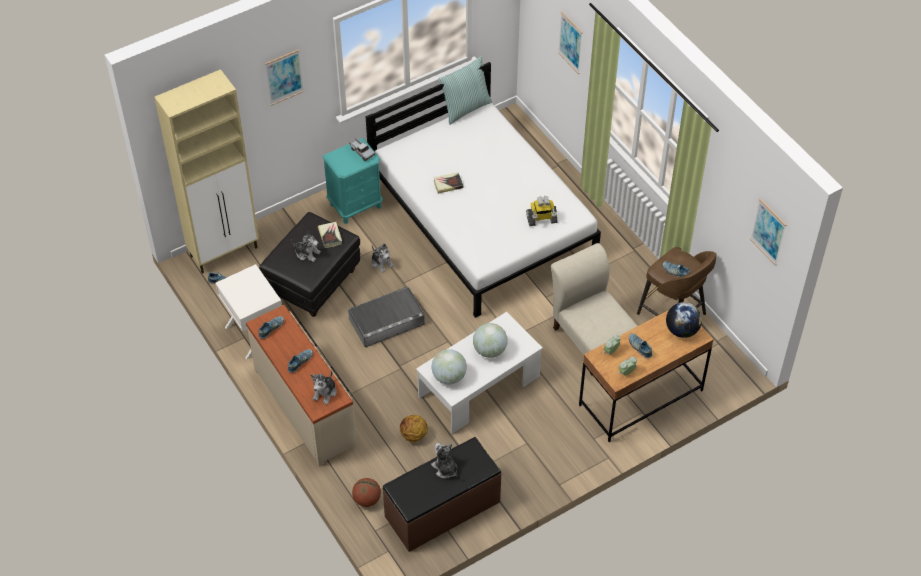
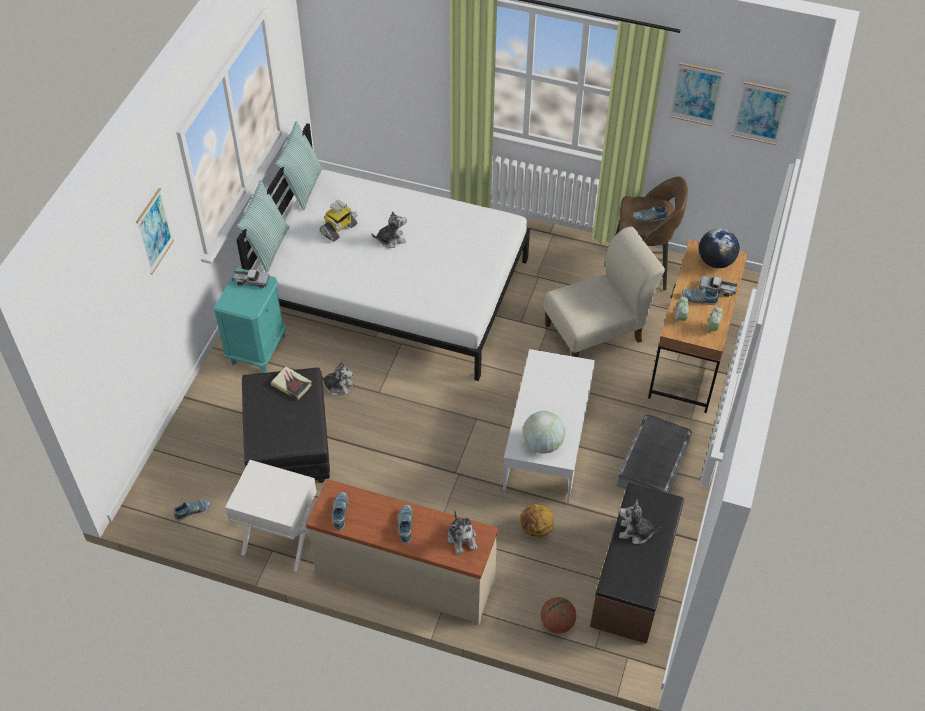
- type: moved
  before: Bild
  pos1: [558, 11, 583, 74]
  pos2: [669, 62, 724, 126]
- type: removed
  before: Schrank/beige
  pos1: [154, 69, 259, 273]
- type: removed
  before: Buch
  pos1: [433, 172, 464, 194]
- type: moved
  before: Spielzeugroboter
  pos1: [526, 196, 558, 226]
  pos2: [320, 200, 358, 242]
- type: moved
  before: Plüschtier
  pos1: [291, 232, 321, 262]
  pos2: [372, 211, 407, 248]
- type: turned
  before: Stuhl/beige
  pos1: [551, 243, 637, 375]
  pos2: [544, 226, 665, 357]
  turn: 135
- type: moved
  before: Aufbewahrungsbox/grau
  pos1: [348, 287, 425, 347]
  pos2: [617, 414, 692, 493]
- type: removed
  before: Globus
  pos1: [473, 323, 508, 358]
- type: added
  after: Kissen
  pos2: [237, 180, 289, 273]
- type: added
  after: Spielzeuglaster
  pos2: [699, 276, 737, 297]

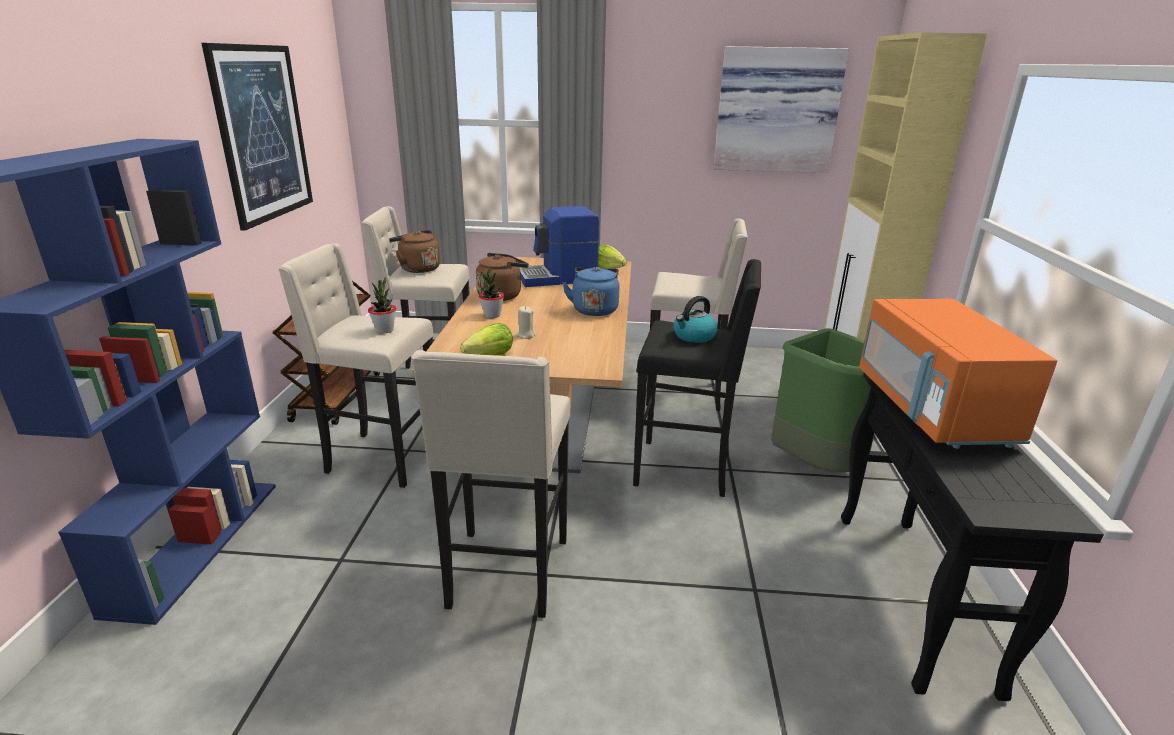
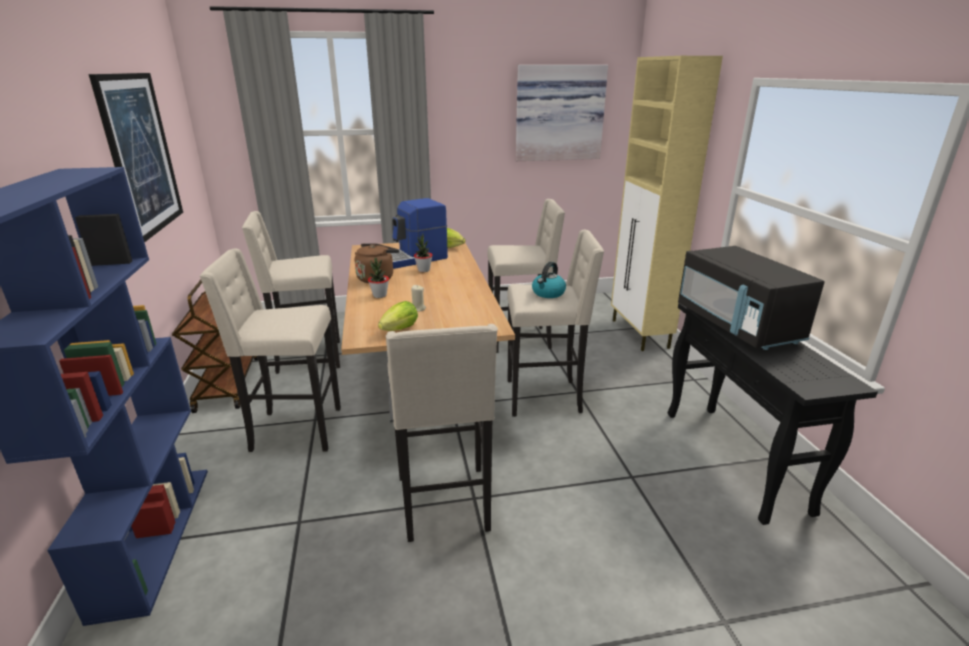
- type: removed
  before: Wasserkessel/braun
  pos1: [389, 230, 440, 273]
- type: recoloured
  before: Hocker/schwarz
  after: Hocker/beige
  pos1: [633, 259, 761, 497]
  pos2: [507, 230, 604, 417]
- type: removed
  before: Wasserkessel/blau
  pos1: [562, 267, 620, 316]
- type: moved
  before: Topfpflanze
  pos1: [368, 277, 396, 333]
  pos2: [414, 233, 433, 272]
- type: recoloured
  before: Mikrowelle/orange
  after: Mikrowelle/schwarz
  pos1: [859, 299, 1057, 449]
  pos2: [678, 246, 825, 350]
- type: removed
  before: Mülleimer/grün
  pos1: [771, 328, 875, 472]

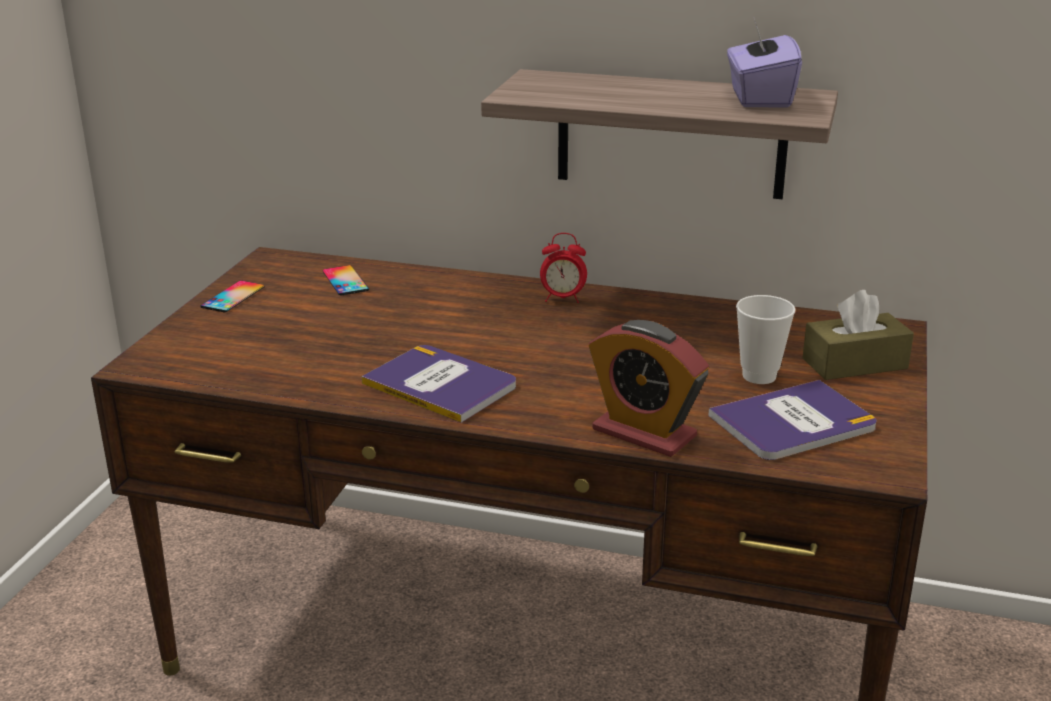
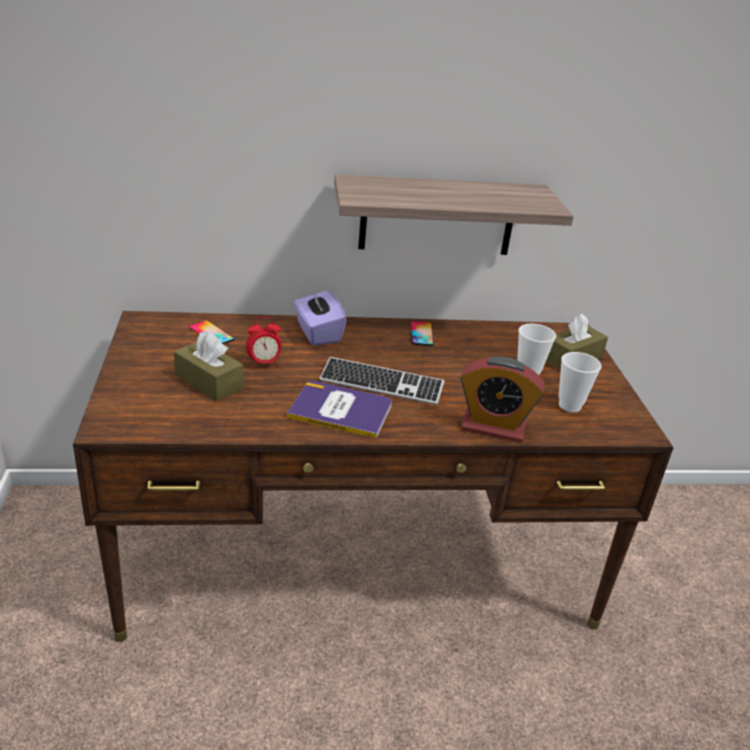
- type: moved
  before: Taschentuchbox/lila
  pos1: [727, 19, 802, 107]
  pos2: [294, 289, 347, 345]
- type: moved
  before: Wecker
  pos1: [540, 233, 587, 303]
  pos2: [246, 316, 281, 368]
- type: moved
  before: Handy
  pos1: [200, 281, 265, 312]
  pos2: [411, 321, 434, 346]
- type: replaced
  before: Buch
  after: Tasse
  pos1: [708, 380, 877, 460]
  pos2: [559, 352, 601, 412]
- type: added
  after: Taschentuchbox/braun
  pos2: [174, 332, 243, 401]
- type: added
  after: Tastatur
  pos2: [319, 357, 444, 405]

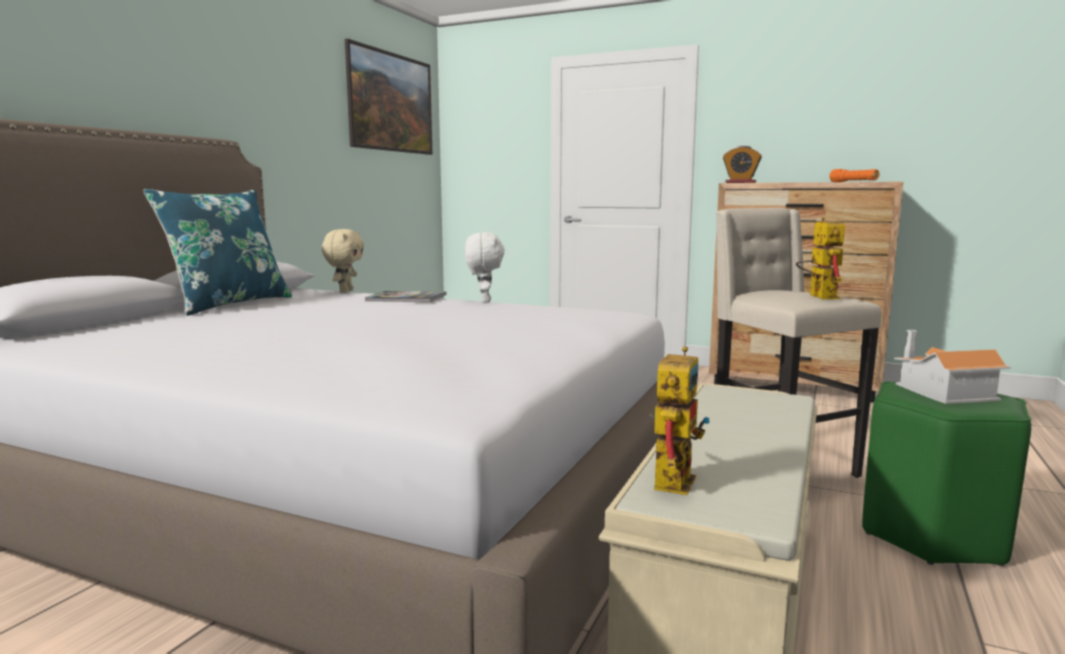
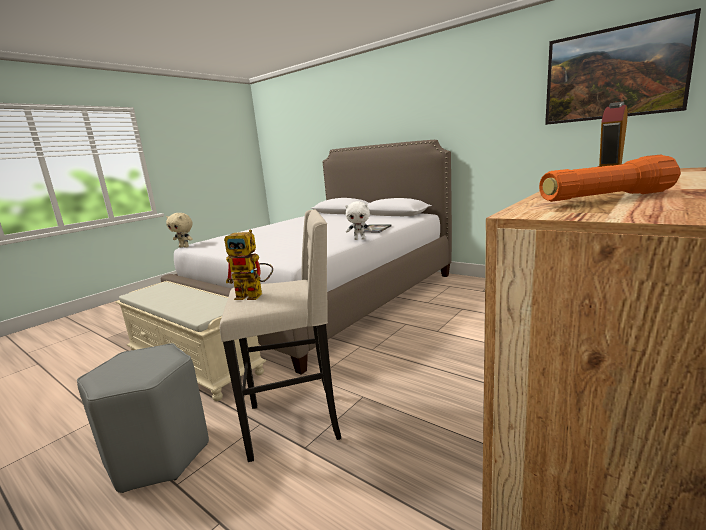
- type: removed
  before: Kissen/blau
  pos1: [143, 189, 292, 316]
- type: moved
  before: Plüschtier/beige
  pos1: [322, 229, 364, 293]
  pos2: [166, 213, 193, 248]
- type: removed
  before: Spielzeughaus
  pos1: [894, 330, 1011, 404]
- type: removed
  before: Spielzeugroboter
  pos1: [649, 346, 710, 495]
- type: recoloured
  before: Hocker/grün
  after: Hocker/grau
  pos1: [862, 382, 1031, 566]
  pos2: [77, 343, 209, 493]

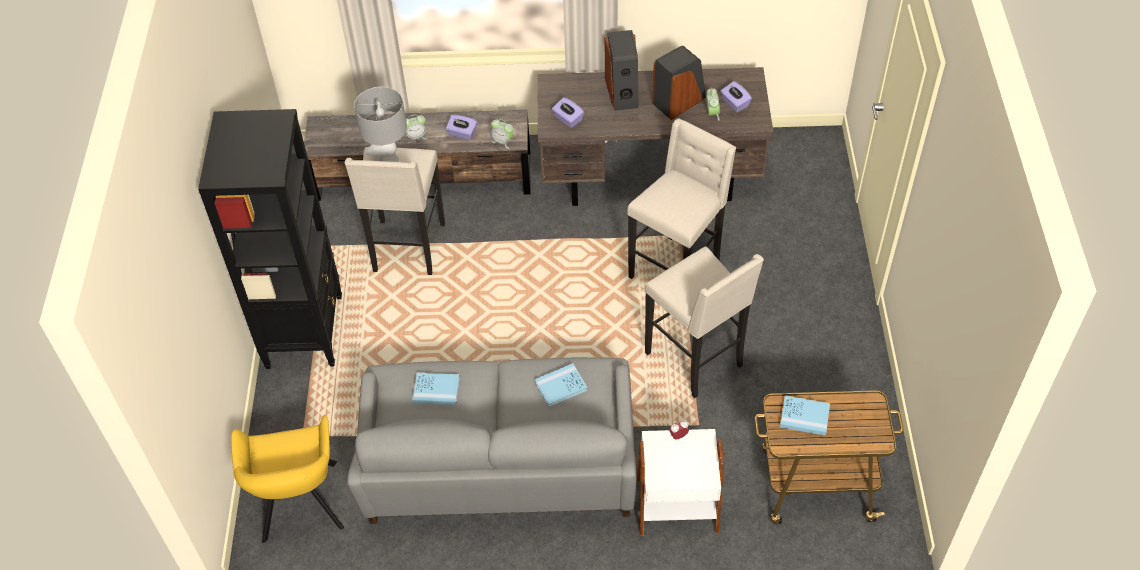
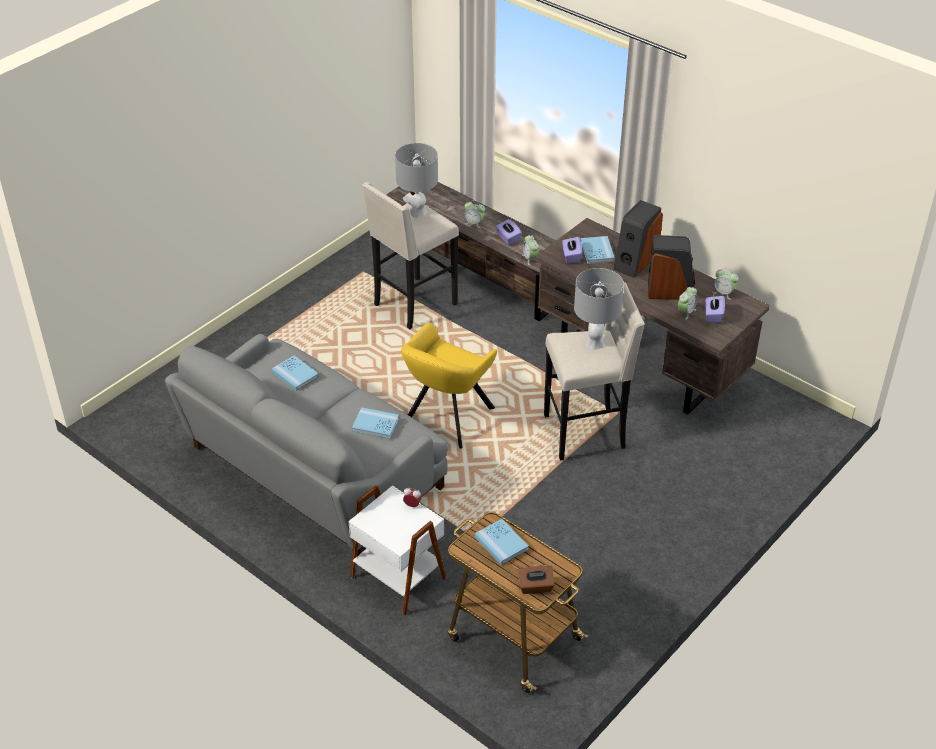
- type: removed
  before: Bücherregal/schwarz
  pos1: [198, 109, 342, 369]
- type: removed
  before: Hocker/beige
  pos1: [645, 246, 764, 398]
- type: moved
  before: Sessel/gelb
  pos1: [231, 415, 344, 543]
  pos2: [401, 323, 497, 449]
- type: added
  after: Buch/blau
  pos2: [581, 236, 615, 264]
- type: added
  after: Tischlampe/grau
  pos2: [574, 268, 624, 350]
- type: added
  after: Wecker
  pos2: [713, 268, 738, 300]
- type: added
  after: Taschentuchbox/braun
  pos2: [517, 565, 555, 594]

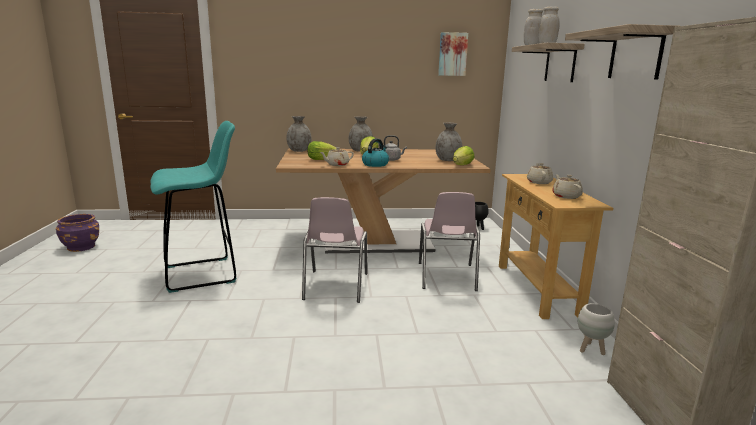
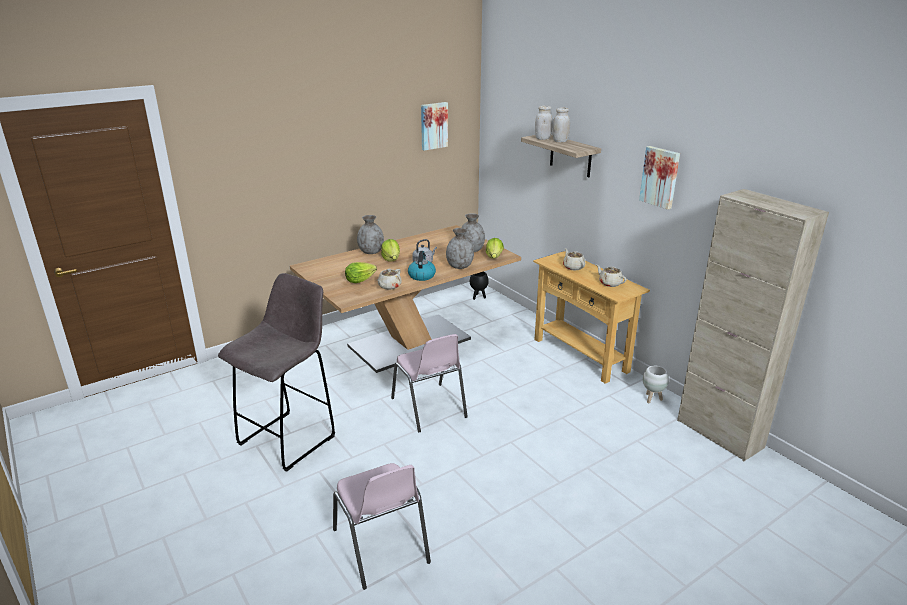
- type: replaced
  before: Wandregal
  after: Bild
  pos1: [565, 24, 679, 80]
  pos2: [639, 146, 680, 210]
- type: moved
  before: Vase/grau
  pos1: [286, 116, 312, 152]
  pos2: [446, 228, 474, 269]
- type: recoloured
  before: Hocker/türkis
  after: Hocker/grau
  pos1: [150, 121, 237, 293]
  pos2: [218, 273, 335, 472]
- type: moved
  before: Stuhl/rosa
  pos1: [419, 192, 480, 291]
  pos2: [333, 463, 431, 590]
- type: removed
  before: Pflanzkübel/lila
  pos1: [56, 214, 99, 252]

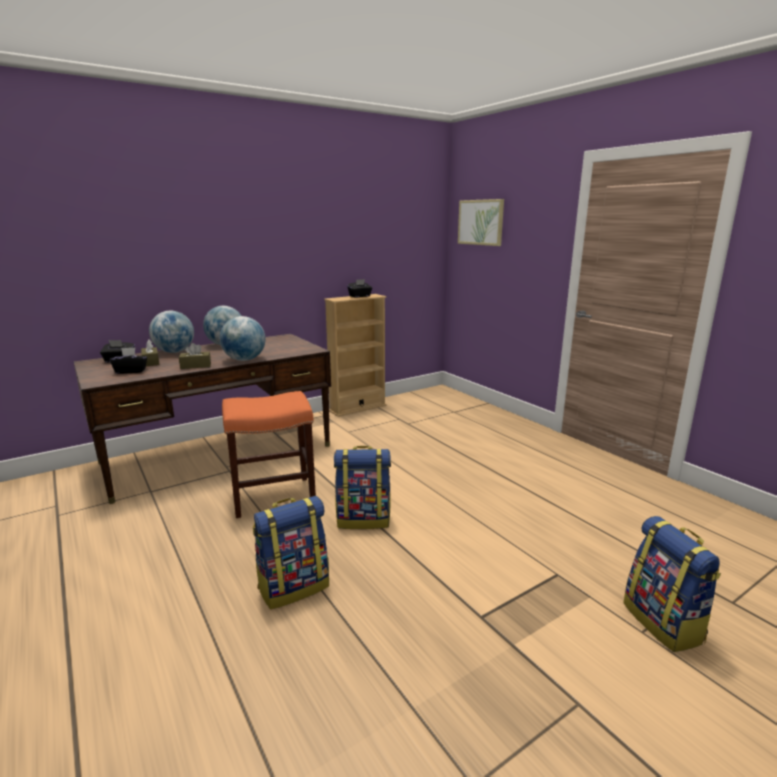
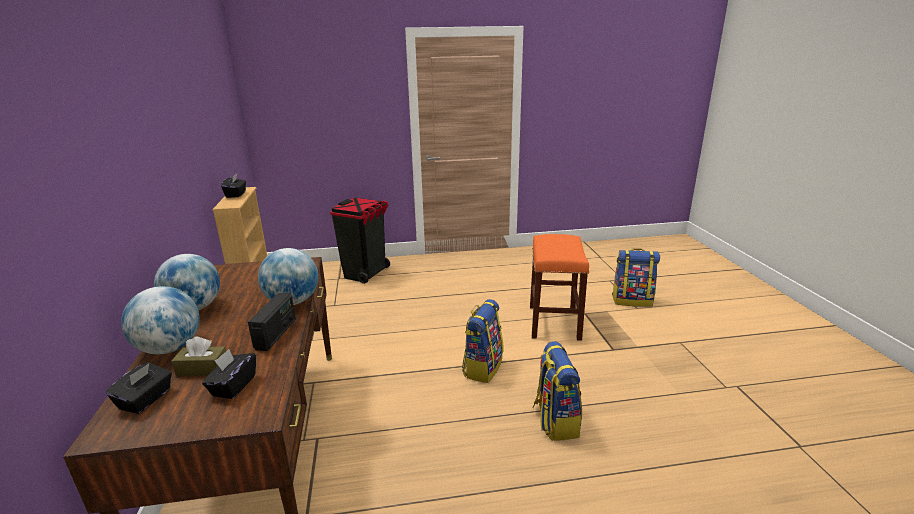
- type: removed
  before: Bild
  pos1: [458, 199, 504, 246]
- type: replaced
  before: Taschentuchbox/braun
  after: Radio
  pos1: [179, 343, 211, 369]
  pos2: [248, 293, 296, 351]
- type: moved
  before: Hocker/orange
  pos1: [222, 391, 316, 518]
  pos2: [530, 234, 589, 341]
- type: added
  after: Mülleimer/schwarz
  pos2: [330, 198, 390, 284]

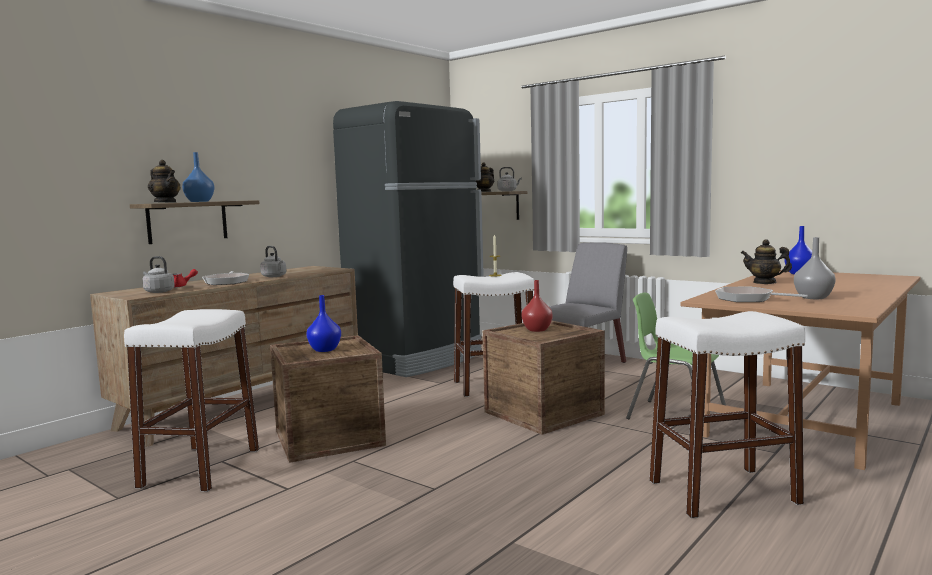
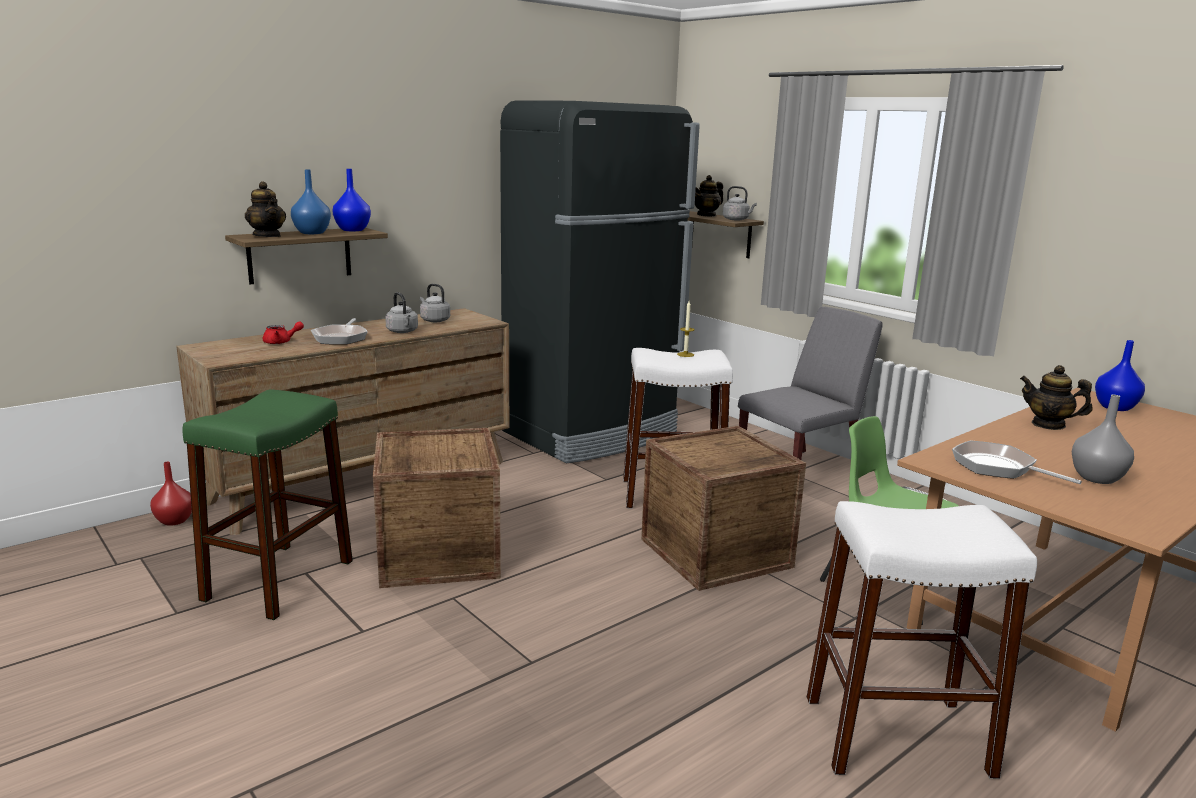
- type: moved
  before: Wasserkessel/grau
  pos1: [142, 256, 175, 293]
  pos2: [420, 284, 450, 322]
- type: moved
  before: Vase/rot
  pos1: [522, 280, 553, 332]
  pos2: [150, 462, 192, 526]
- type: moved
  before: Vase/blau
  pos1: [306, 295, 341, 352]
  pos2: [332, 169, 371, 231]
- type: recoloured
  before: Hocker/weiß
  after: Hocker/grün
  pos1: [124, 309, 259, 492]
  pos2: [182, 390, 353, 620]

